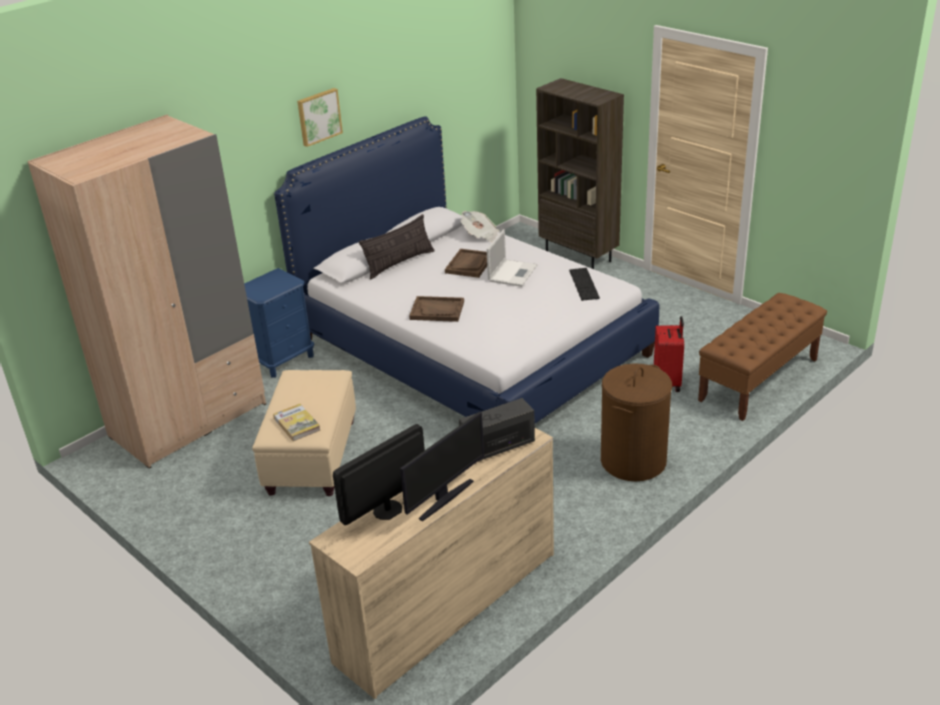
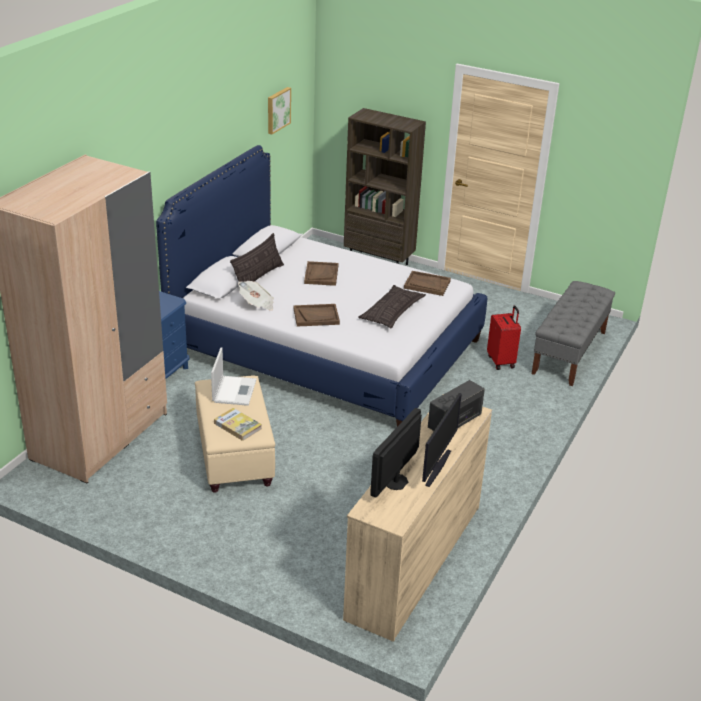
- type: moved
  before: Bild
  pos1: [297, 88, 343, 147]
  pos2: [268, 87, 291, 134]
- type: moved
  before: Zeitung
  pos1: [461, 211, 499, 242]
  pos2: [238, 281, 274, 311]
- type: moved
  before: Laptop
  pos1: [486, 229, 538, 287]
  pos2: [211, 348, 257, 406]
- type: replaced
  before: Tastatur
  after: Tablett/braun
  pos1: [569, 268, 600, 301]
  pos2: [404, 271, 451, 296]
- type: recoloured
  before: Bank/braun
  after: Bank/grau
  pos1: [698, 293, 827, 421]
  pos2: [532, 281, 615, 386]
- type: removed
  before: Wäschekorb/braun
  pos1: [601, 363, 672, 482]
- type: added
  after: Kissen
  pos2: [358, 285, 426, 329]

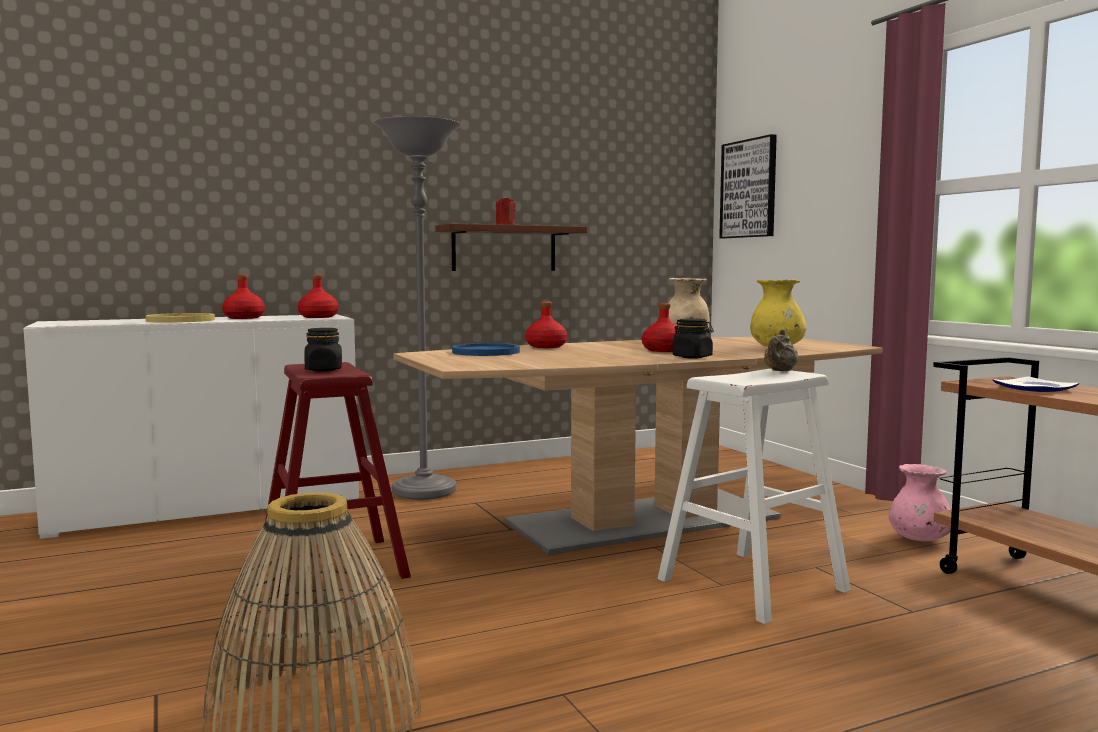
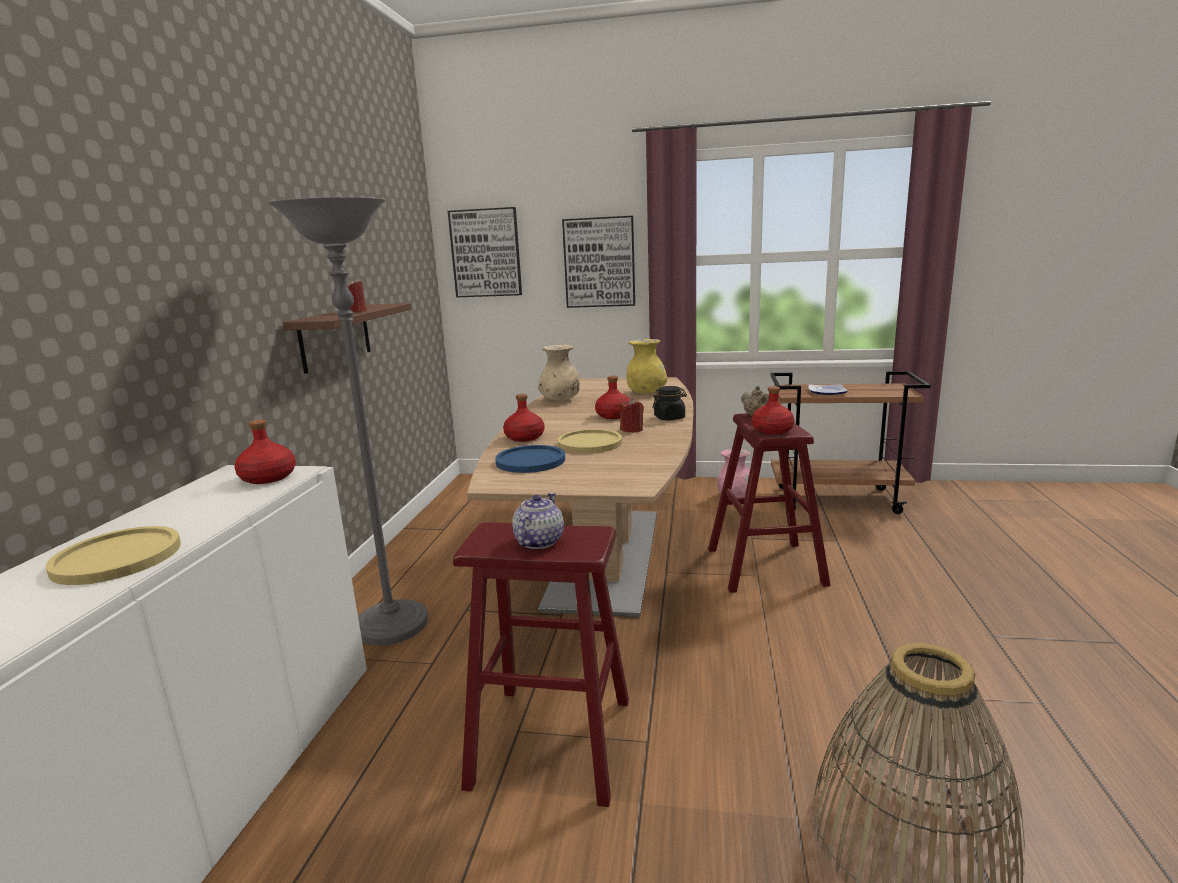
- type: moved
  before: Flasche/rot
  pos1: [222, 275, 265, 319]
  pos2: [752, 386, 795, 435]
- type: replaced
  before: Vorratsglas/schwarz
  after: Teekanne
  pos1: [304, 328, 342, 372]
  pos2: [512, 493, 564, 549]
- type: recoloured
  before: Hocker/weiß
  after: Hocker/rot
  pos1: [658, 369, 851, 624]
  pos2: [708, 413, 831, 593]
- type: added
  after: Bild
  pos2: [562, 216, 635, 308]
- type: added
  after: Kerze/rot
  pos2: [620, 398, 644, 433]
- type: added
  after: Teller/gelb
  pos2: [558, 429, 622, 453]

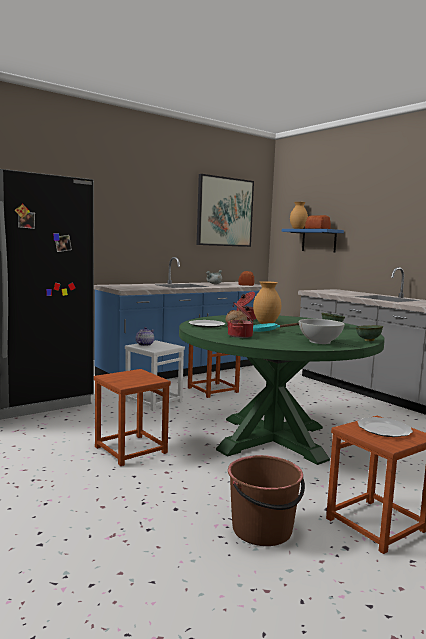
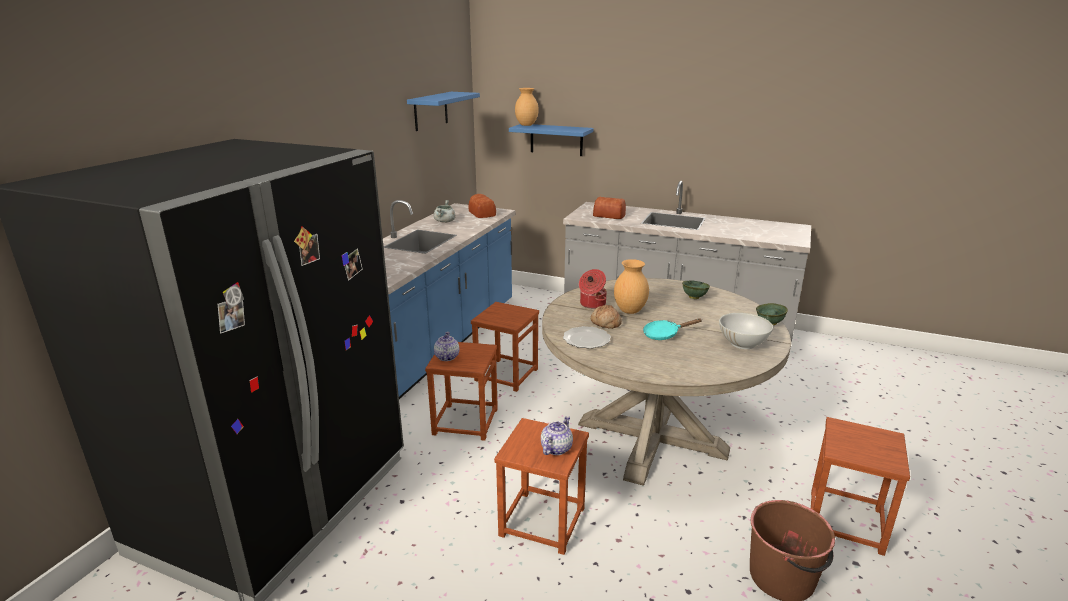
- type: replaced
  before: Bild
  after: Wandregal/blau
  pos1: [196, 174, 254, 247]
  pos2: [407, 92, 480, 131]
- type: moved
  before: Brot
  pos1: [305, 215, 331, 229]
  pos2: [593, 197, 626, 219]
- type: removed
  before: Kochtopf
  pos1: [227, 303, 254, 338]
- type: recoloured
  before: Esstisch/grün
  after: Esstisch/beige
  pos1: [179, 315, 385, 465]
  pos2: [542, 278, 791, 486]
- type: recoloured
  before: Hocker/weiß
  after: Hocker/braun
  pos1: [125, 340, 185, 411]
  pos2: [425, 342, 498, 441]
- type: removed
  before: Teller
  pos1: [358, 417, 413, 437]
- type: added
  after: Teekanne
  pos2: [541, 416, 573, 455]

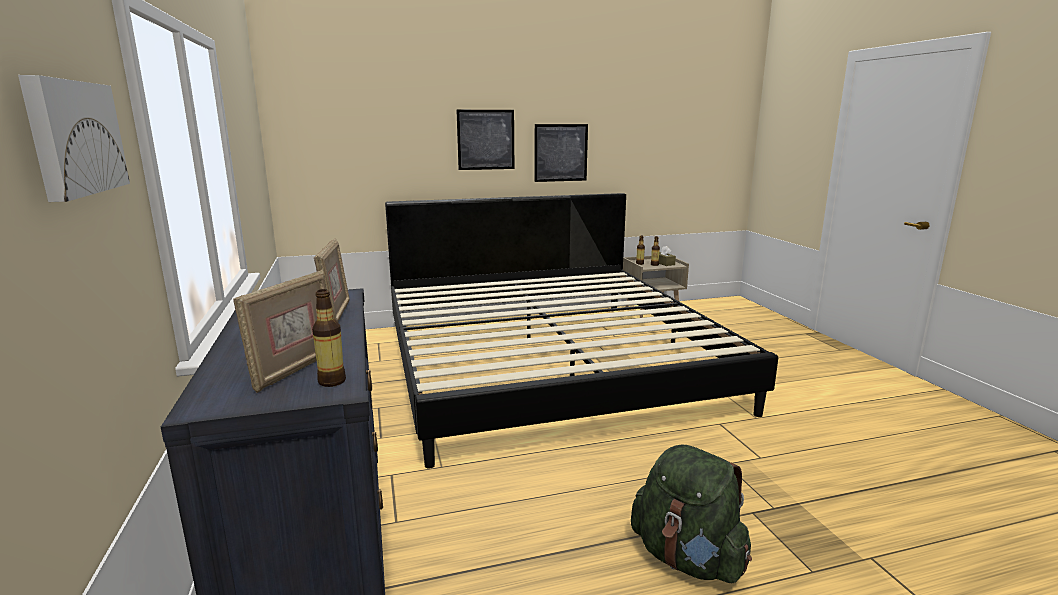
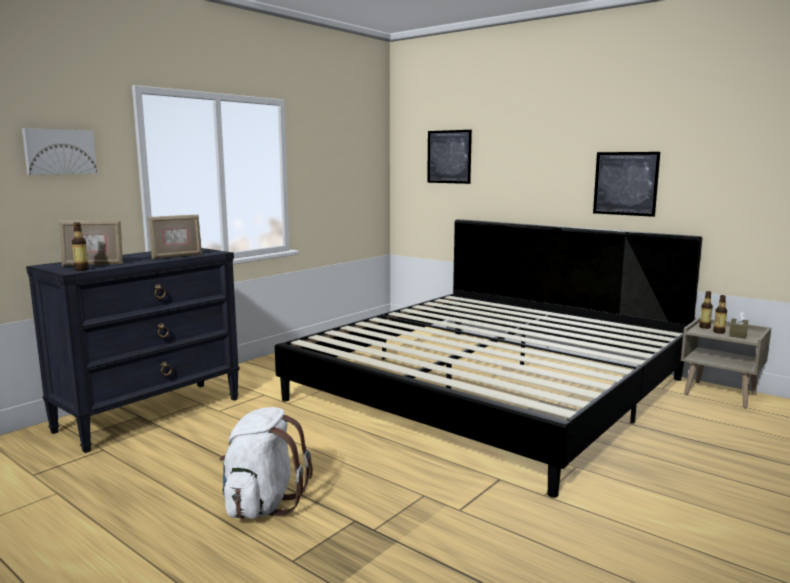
- type: moved
  before: Bild
  pos1: [457, 110, 514, 170]
  pos2: [427, 130, 472, 184]
- type: recoloured
  before: Rucksack/grün
  after: Rucksack/weiß
  pos1: [631, 444, 752, 583]
  pos2: [220, 407, 313, 519]

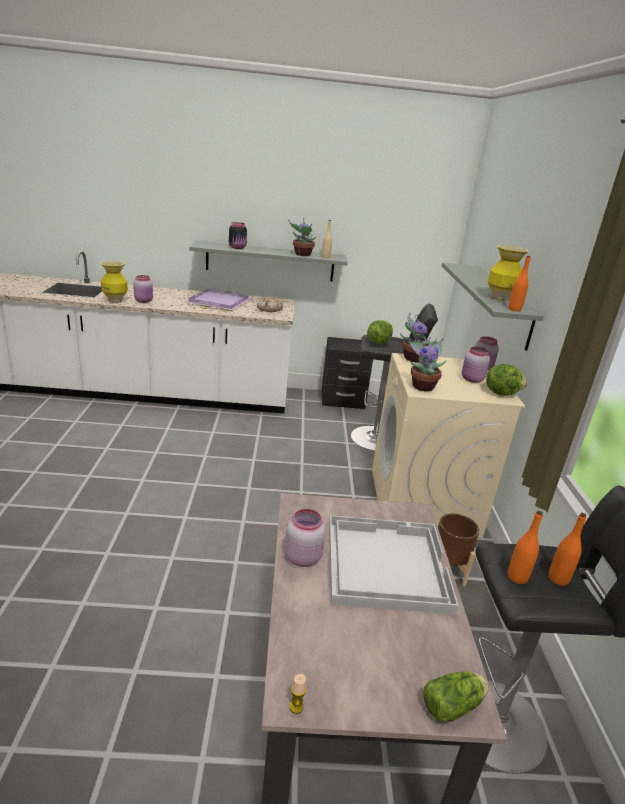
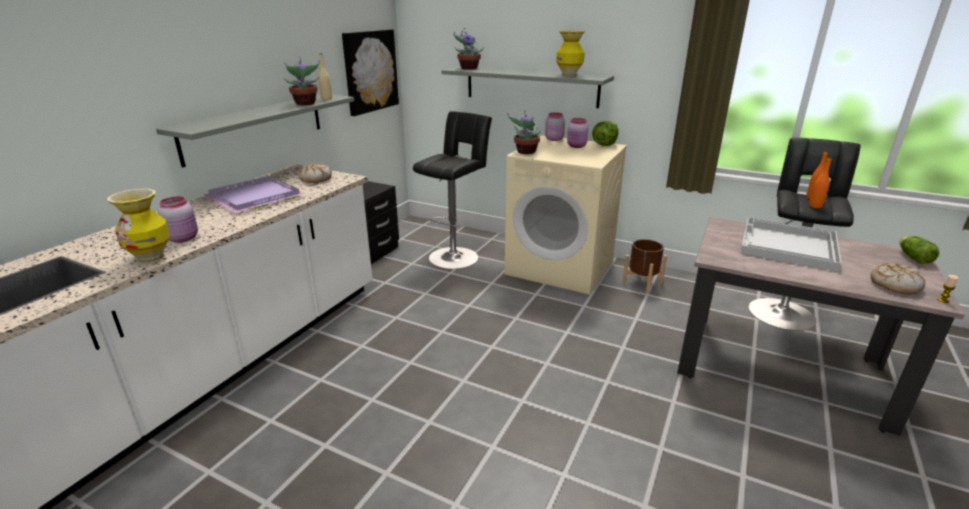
- type: removed
  before: Vorratsglas/schwarz
  pos1: [229, 222, 247, 249]
- type: removed
  before: Flasche/orange
  pos1: [508, 256, 531, 311]
- type: removed
  before: Salatkopf
  pos1: [367, 320, 393, 345]
- type: moved
  before: Topfpflanze
  pos1: [408, 337, 447, 392]
  pos2: [454, 28, 484, 70]
- type: removed
  before: Vorratsglas/rosa
  pos1: [285, 509, 326, 567]
- type: added
  after: Bild
  pos2: [342, 29, 399, 116]
- type: added
  after: Brot
  pos2: [871, 263, 926, 295]

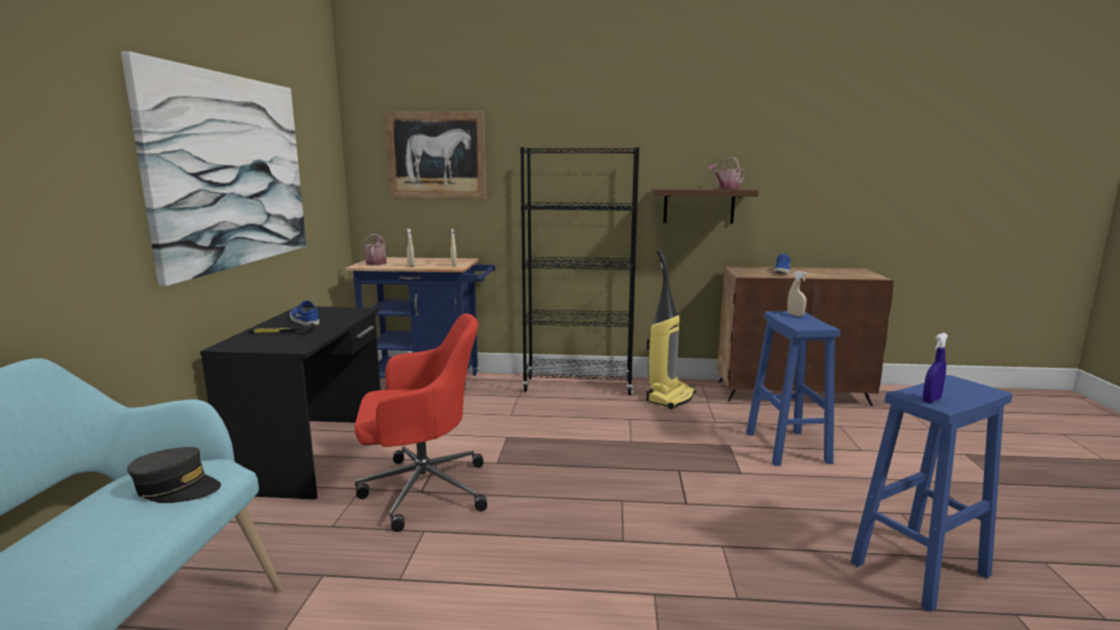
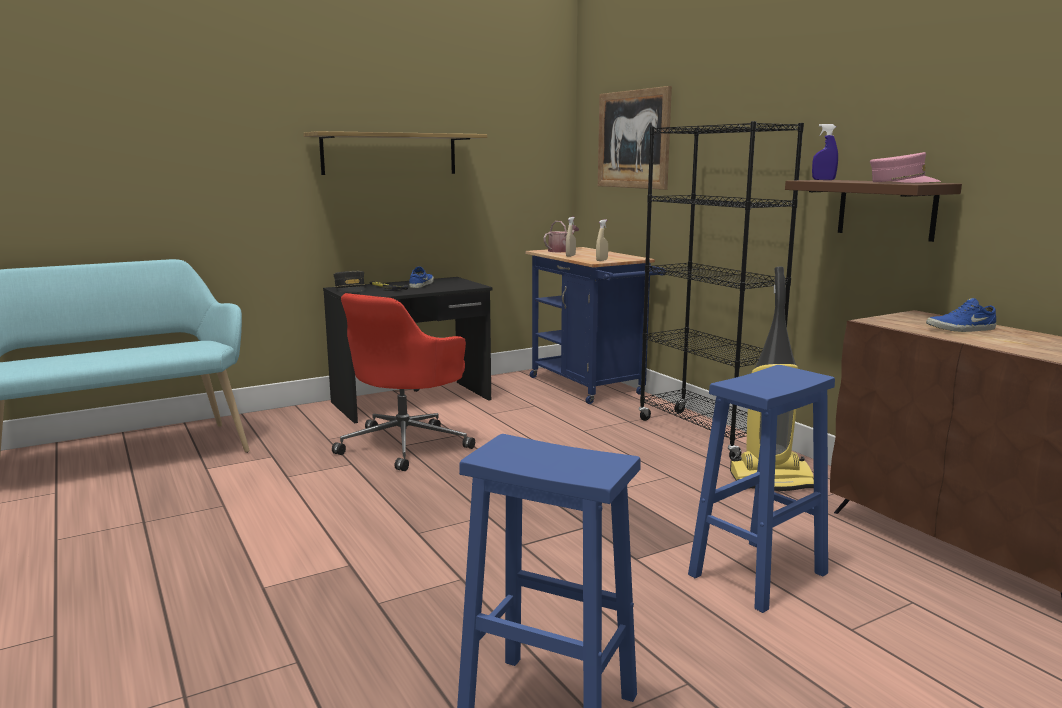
- type: replaced
  before: Bild
  after: Wandregal
  pos1: [121, 51, 307, 286]
  pos2: [303, 131, 487, 175]
- type: replaced
  before: Gießkanne
  after: Kappe/rosa
  pos1: [708, 157, 745, 189]
  pos2: [870, 152, 941, 183]
- type: removed
  before: Sprühflasche/beige
  pos1: [787, 271, 807, 316]
- type: turned
  before: Bürostuhl/rot
  pos1: [354, 313, 487, 532]
  pos2: [332, 293, 475, 471]
  turn: 75
- type: moved
  before: Sprühflasche/blau
  pos1: [923, 333, 948, 403]
  pos2: [812, 124, 838, 180]
- type: moved
  before: Kappe/grau
  pos1: [127, 447, 221, 503]
  pos2: [333, 271, 366, 292]

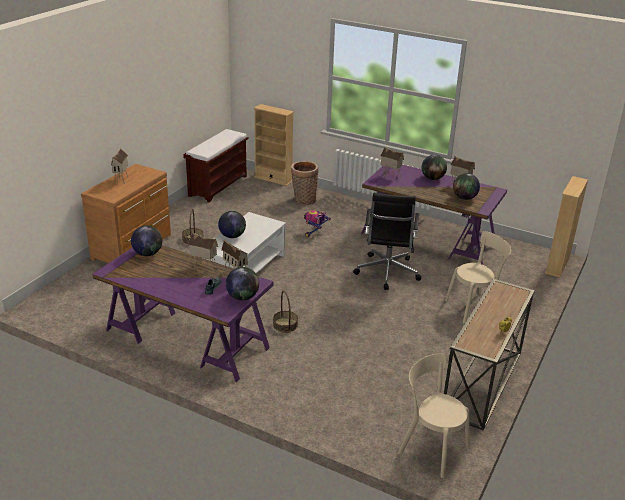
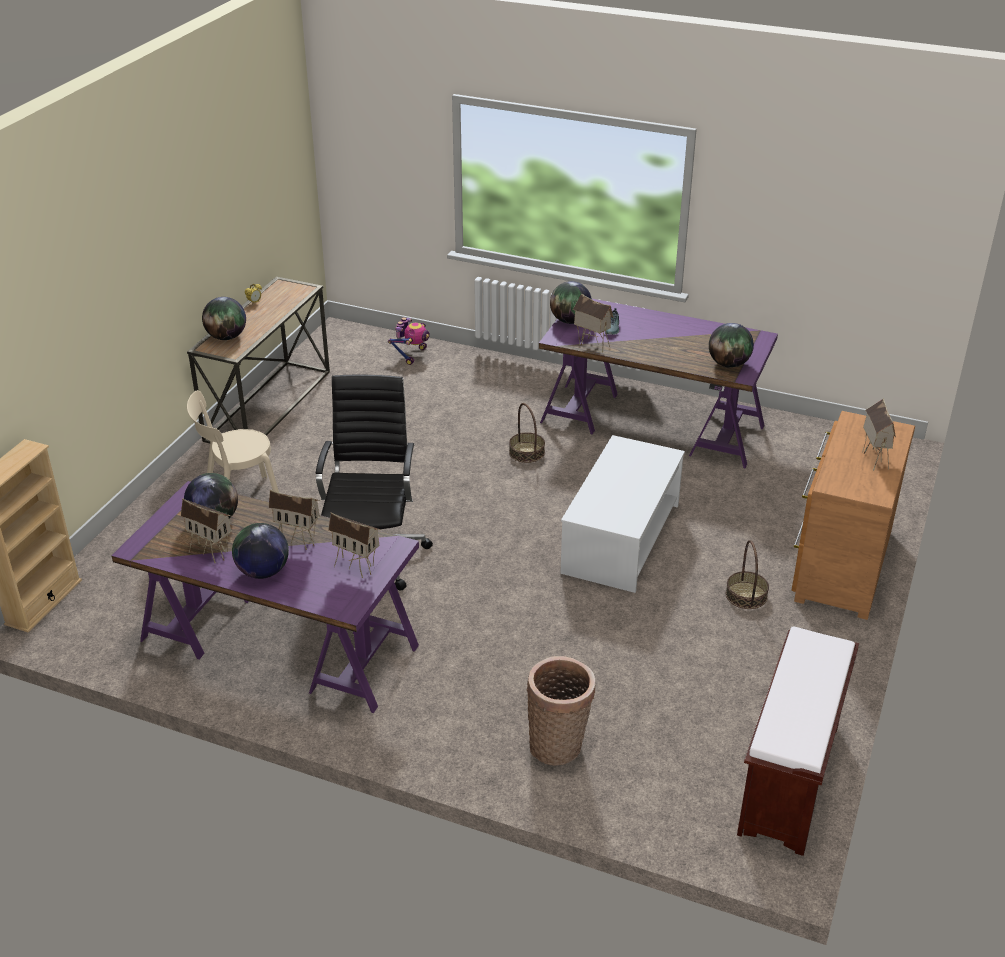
- type: removed
  before: Bücherregal/beige
  pos1: [254, 104, 294, 186]
- type: moved
  before: Spielzeugroboter
  pos1: [304, 210, 331, 237]
  pos2: [388, 317, 430, 365]
- type: moved
  before: Globus
  pos1: [218, 211, 246, 238]
  pos2: [202, 297, 246, 340]
- type: moved
  before: Spielzeughaus
  pos1: [188, 232, 218, 273]
  pos2: [269, 490, 321, 550]
- type: removed
  before: Stuhl/beige
  pos1: [398, 353, 470, 478]

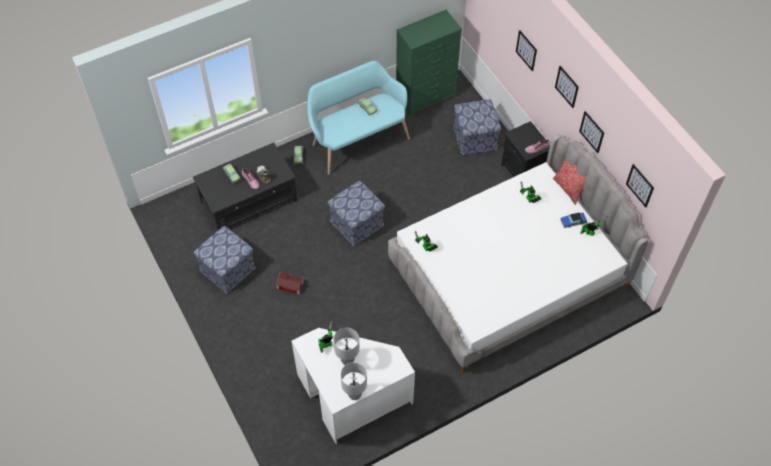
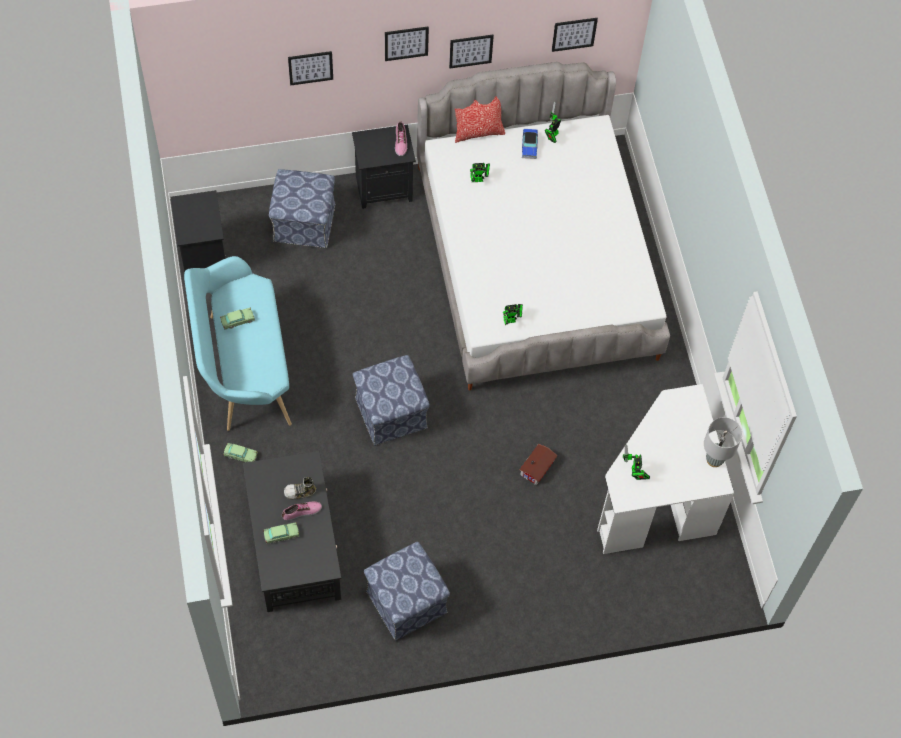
- type: replaced
  before: Kommode/grün
  after: Nachttisch/schwarz
  pos1: [396, 10, 462, 116]
  pos2: [170, 190, 226, 271]
- type: moved
  before: Spielzeughaus
  pos1: [275, 272, 304, 294]
  pos2: [520, 444, 558, 485]
- type: removed
  before: Tischlampe/grau
  pos1: [333, 328, 360, 365]

